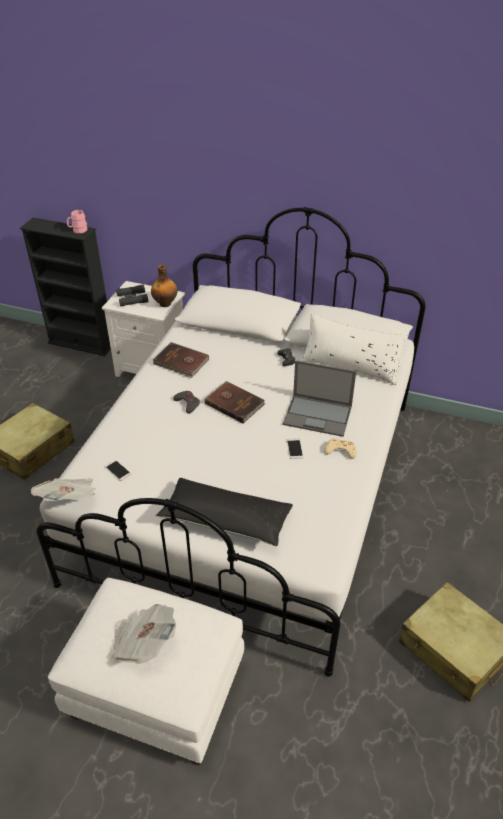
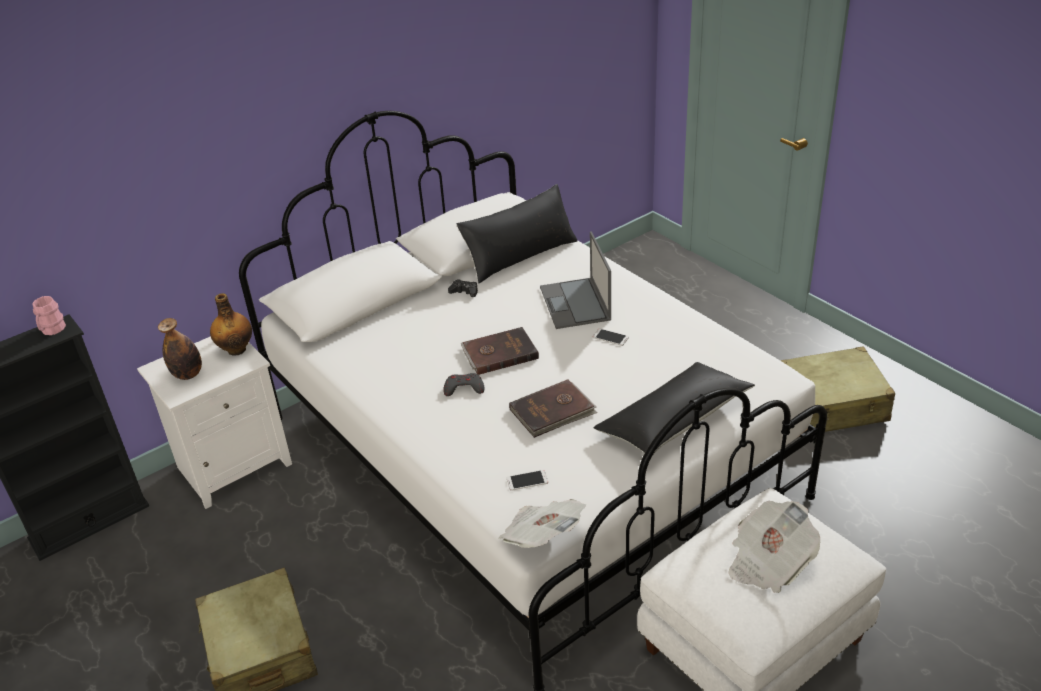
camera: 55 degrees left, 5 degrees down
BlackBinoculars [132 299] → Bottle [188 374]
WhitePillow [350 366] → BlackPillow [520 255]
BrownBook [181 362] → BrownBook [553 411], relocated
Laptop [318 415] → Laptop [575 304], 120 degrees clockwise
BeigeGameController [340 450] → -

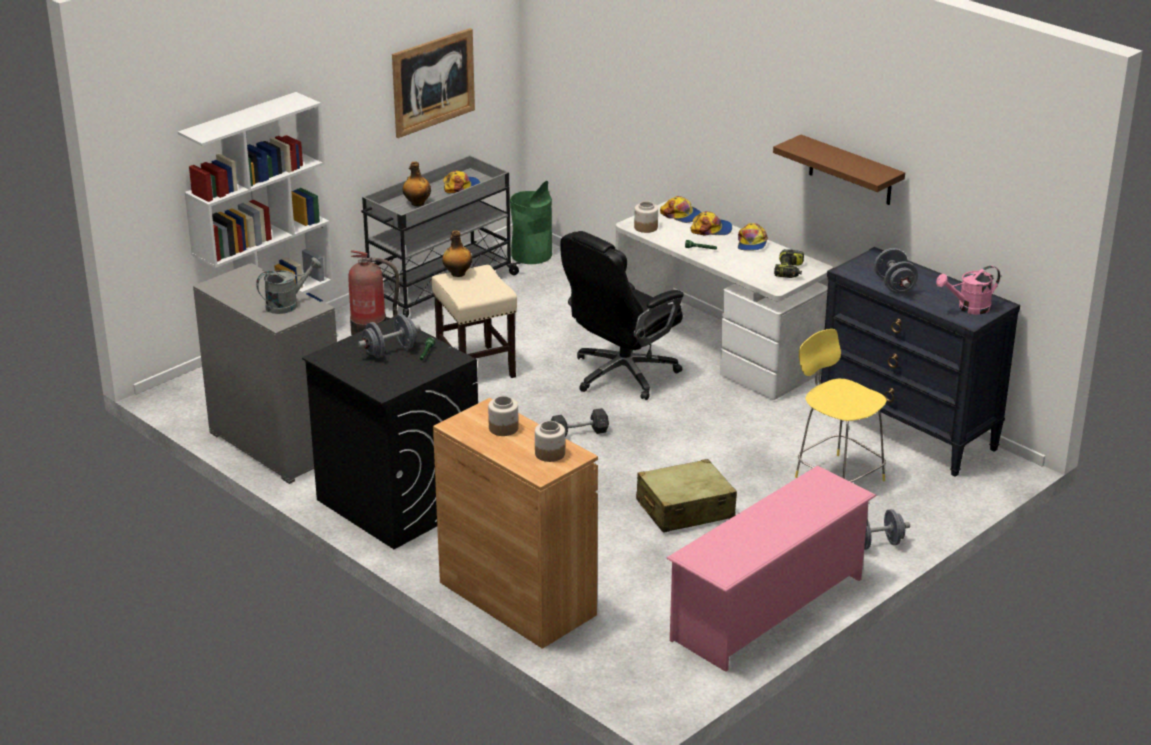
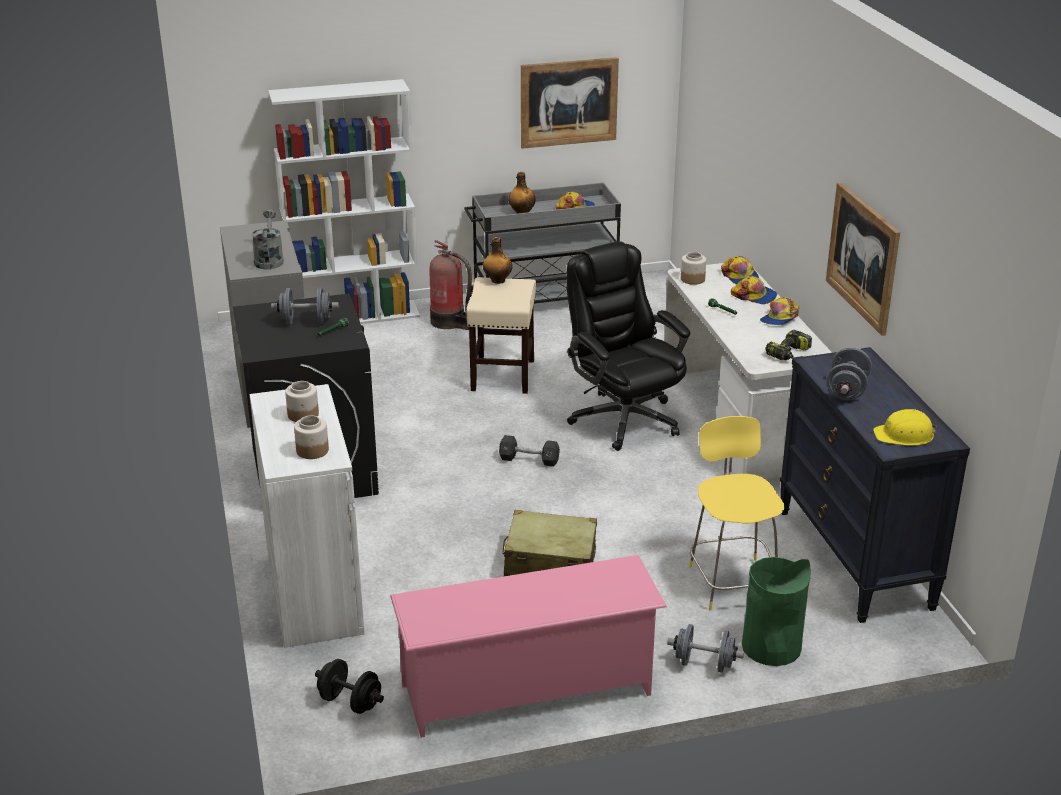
camera: 30 degrees right, 0 degrees up
BrownShelf [850 171] → Picture [863 257]
GreenTrashCan [531 255] → GreenTrashCan [771 646], relocated
BlackOfficeChair [622 374] → BlackOfficeChair [623 418], 75 degrees clockwise
GreyWateringCan [287 304] → GreyWateringCan [269 260], 90 degrees counterclockwise
PinkWateringCan [968 308] → YellowHardHat [904 435]
BrownCabinet [517 598] → WhiteCabinet [314 592]
- → BlackDumbbell [350 702]

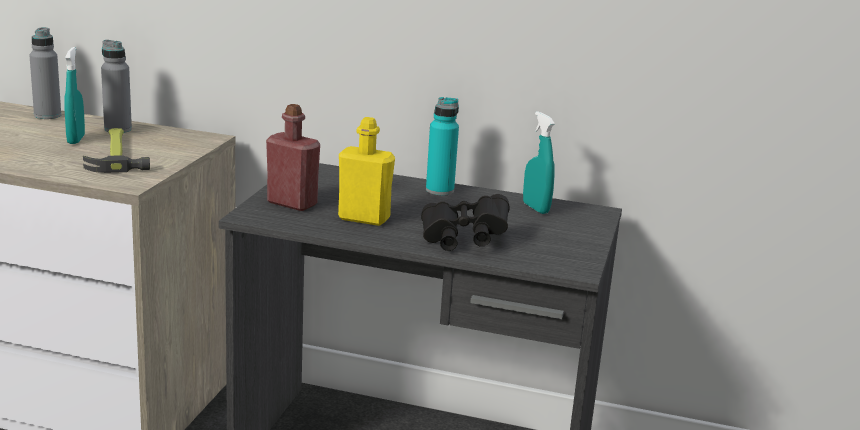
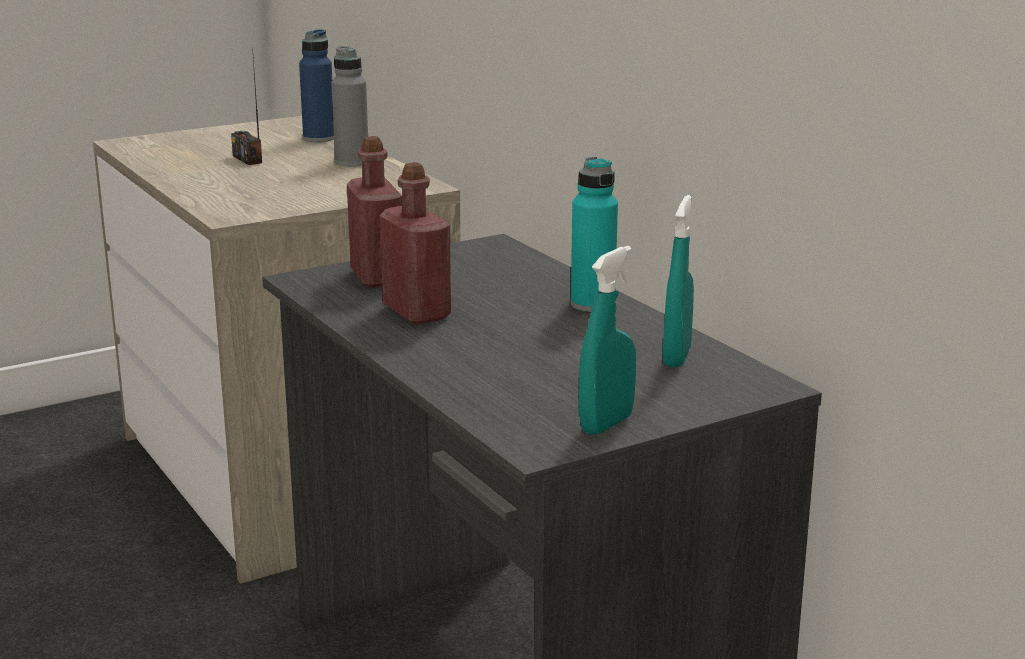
camera: 45 degrees right, 0 degrees up
GreyBottle [47 115] → BlueBottle [319 138]
TurquoiseSprayBottle [76 139] → TurquoiseSprayBottle [606 424], relocated
YellowBottle [364 218] → RedBottle [417 312]
Hammer [116 153] → -
BlackBinoculars [463 240] → -
- → Radio [247 159]

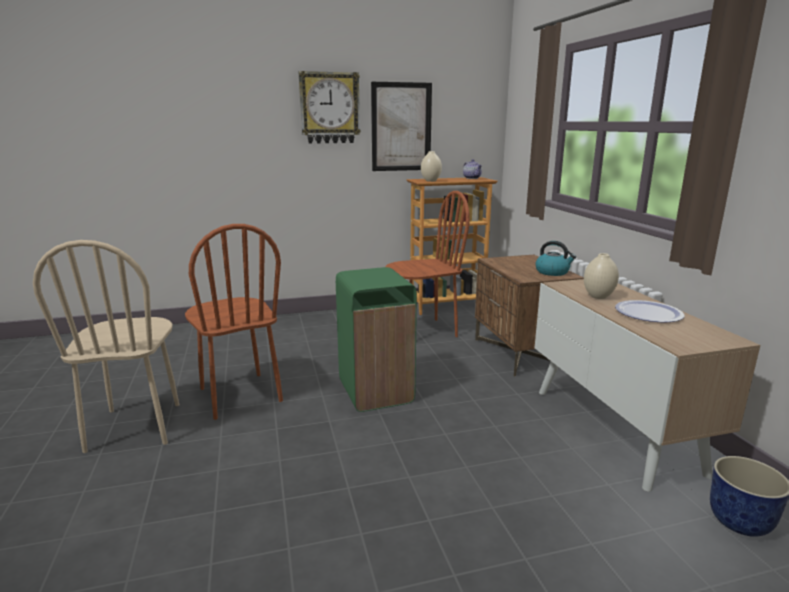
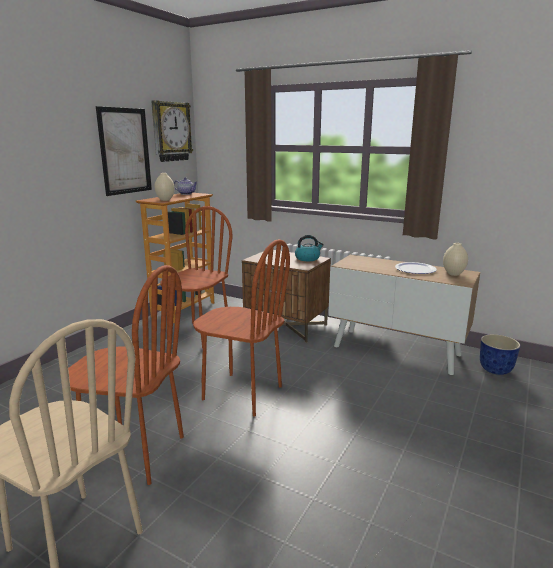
camera: 45 degrees left, 0 degrees up
WallClock [329 108] → WallClock [171 131], relocated
BeigeVase [598 297] → BeigeVase [453 274], relocated
GreenTrashCan [375 392] → BrownChair [242 393]

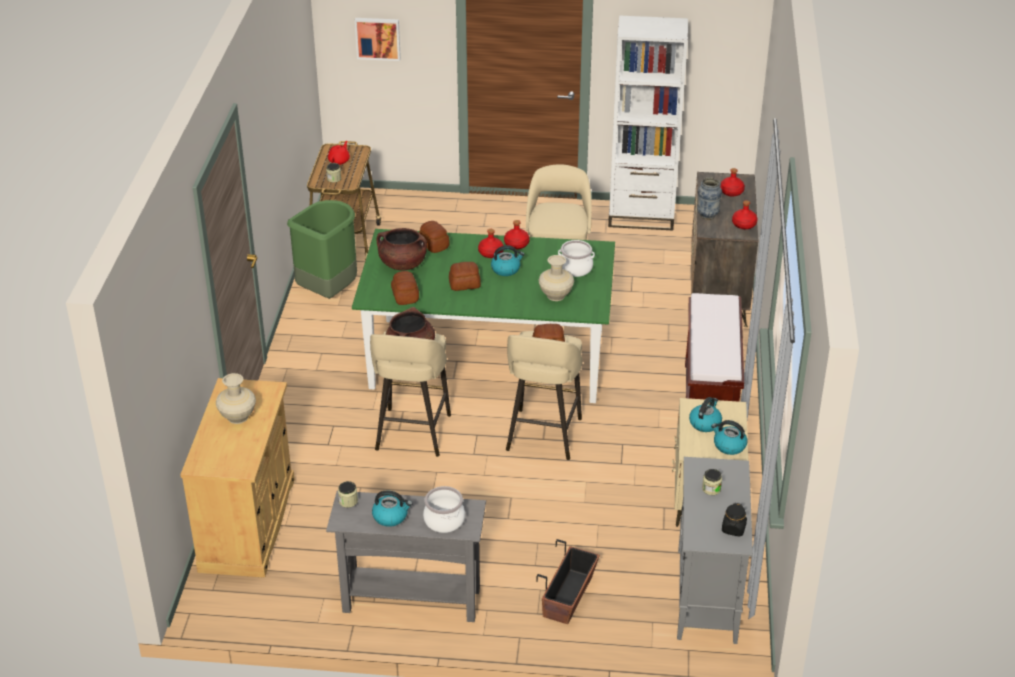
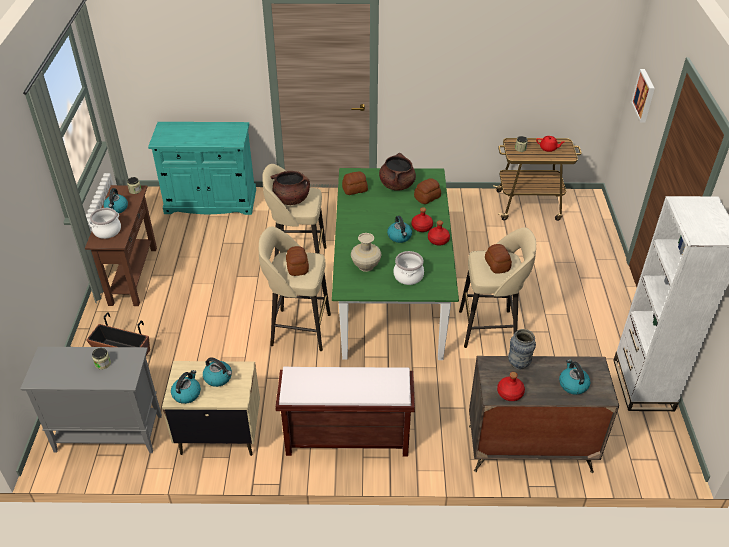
camera: 85 degrees right, 5 degrees up
RedBottle [732 192] → Kettle [572 384]
GreenTrashCan [329 291] → -
Bread [464 284] → Bread [497 264], relocated
BeigeVase [237 417] → -
BeigeCabinet [248 524] → TurquoiseCabinet [210 202]
GreyConsoleTable [411 600] → BrownConsoleTable [133 275]
BlackJar [733 529] → -

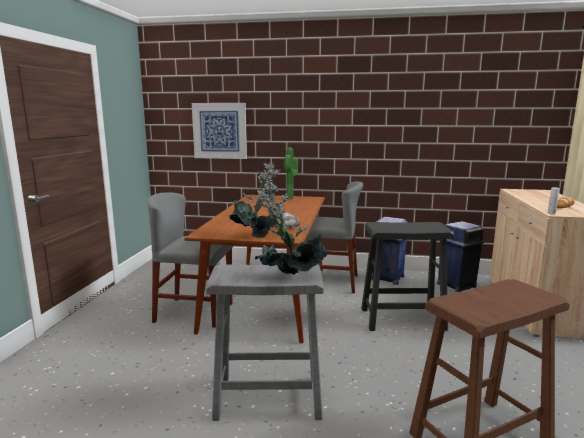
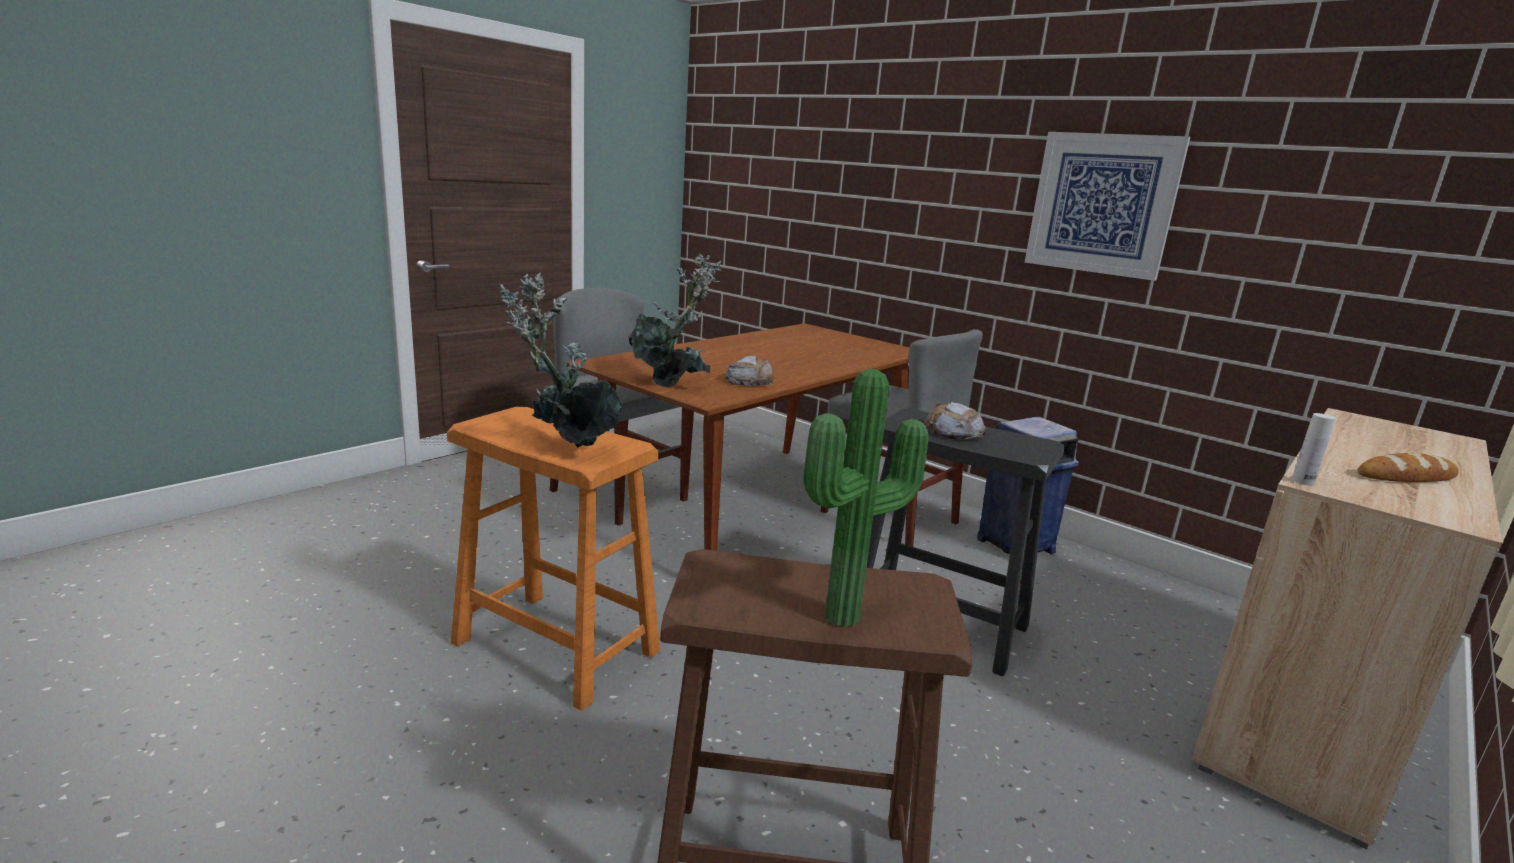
camera: 30 degrees right, 5 degrees up
Picture [219 131] → Picture [1102 204], relocated
PottedPlant [291 198] → PottedPlant [848 620], relocated
BlueTrashCan [457 285] → -
GreyStool [269 397] → OrangeStool [557 647]
- → Bread [953 430]

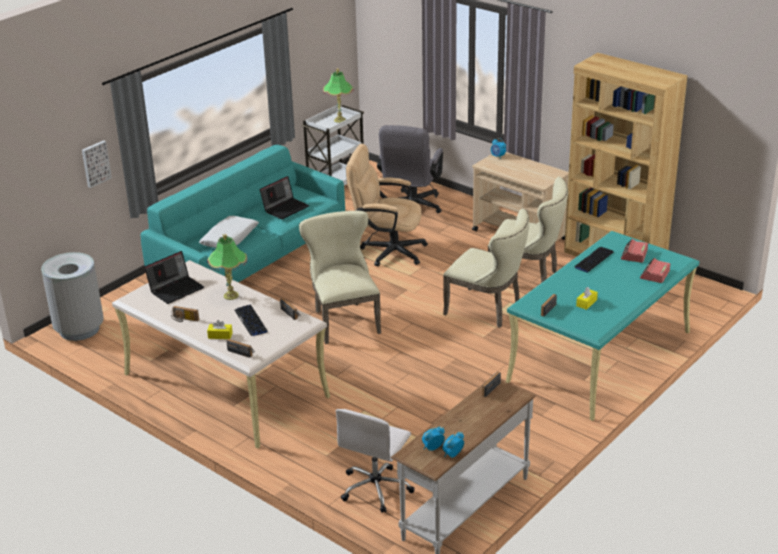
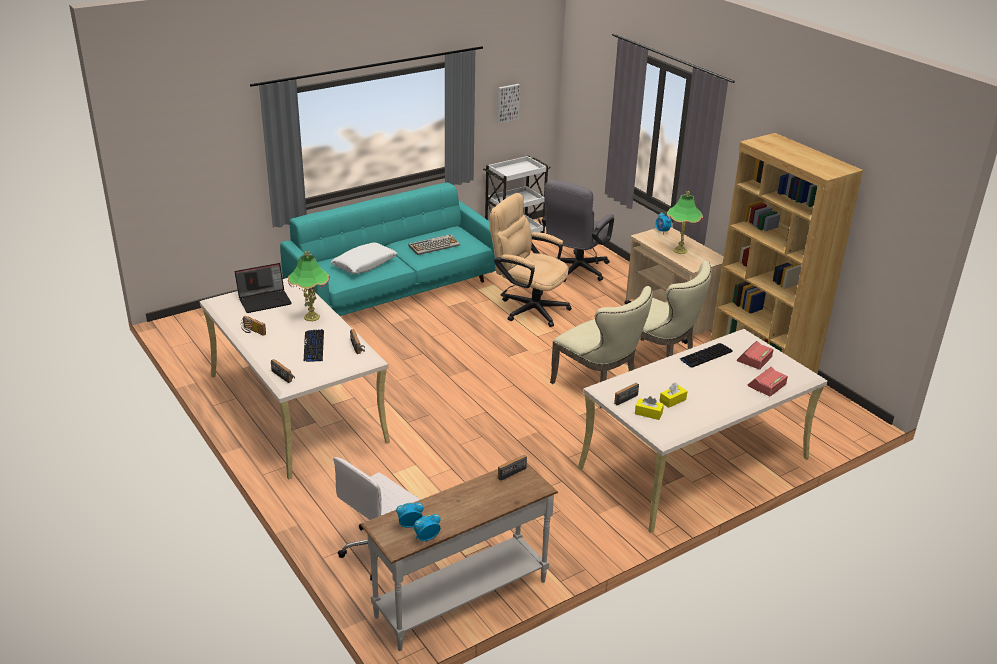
camera: 15 degrees right, 0 degrees up
TableLamp [340 120] → TableLamp [680 251], relocated
Picture [95 163] → Picture [507 103], relocated
Laptop [285 208] → Keyboard [434 245]
BeigeChair [343 319] → -
TurquoiseDesk [599 357] → BeigeDesk [693 463]
GreyTrashCan [79 329] → -
YellowTissueBox [220 335] → YellowTissueBox [648 413], relocated

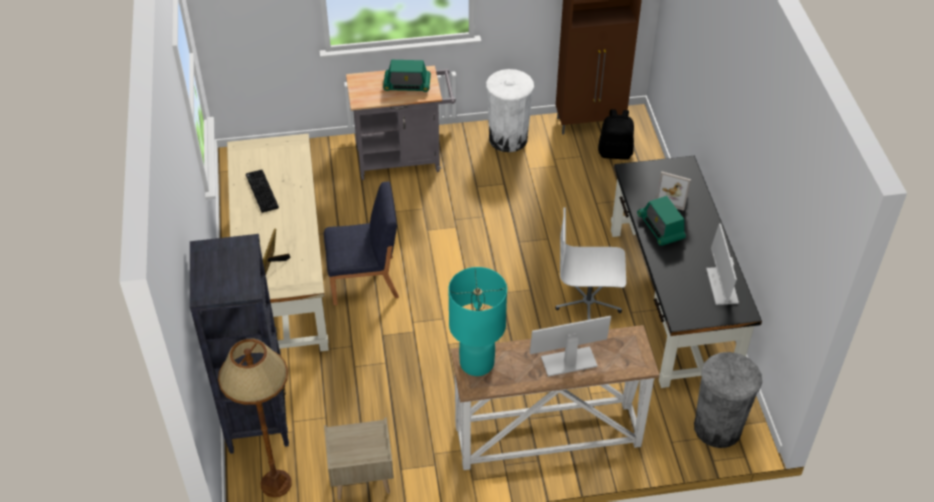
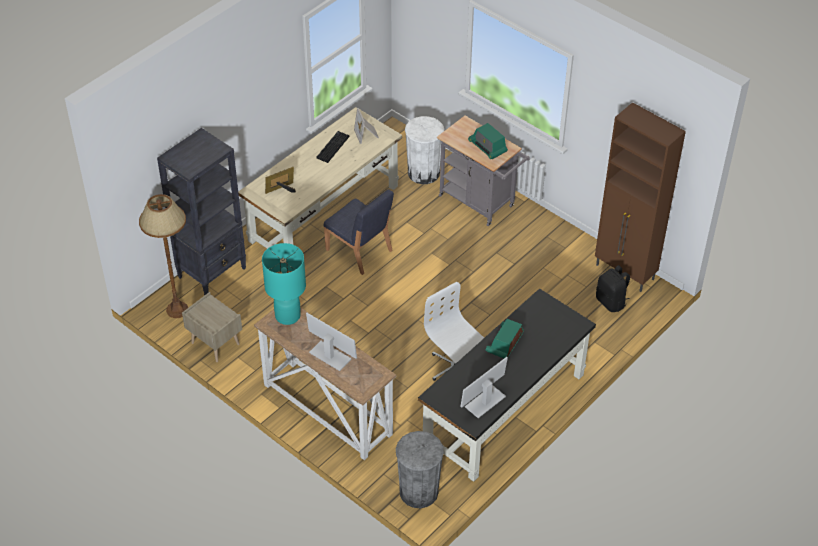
camera: 50 degrees right, 0 degrees up
WhiteTrashCan [508 139] → WhiteTrashCan [423 173], relocated
PictureFrame [673 197] → PictureFrame [367 134], relocated

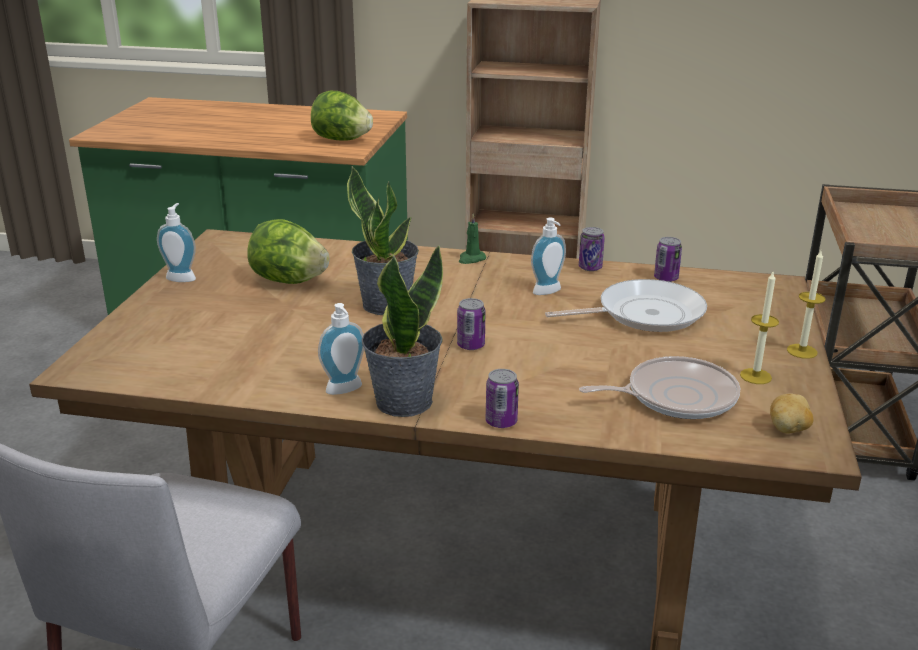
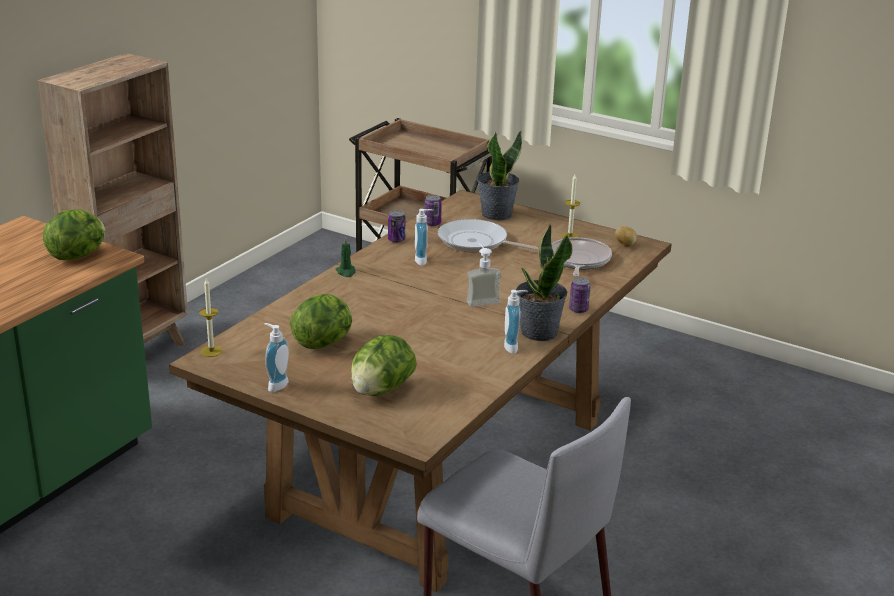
camera: 70 degrees left, 0 degrees up
PottedPlant [386 304] → PottedPlant [496 214], relocated
Candle [802 351] → Candle [211 351], relocated
FryingPan [644 314] → FryingPan [476 242], 75 degrees counterclockwise
Can [471 345] → SoapDispenser [481 299]
- → Lettuce [381 390]

